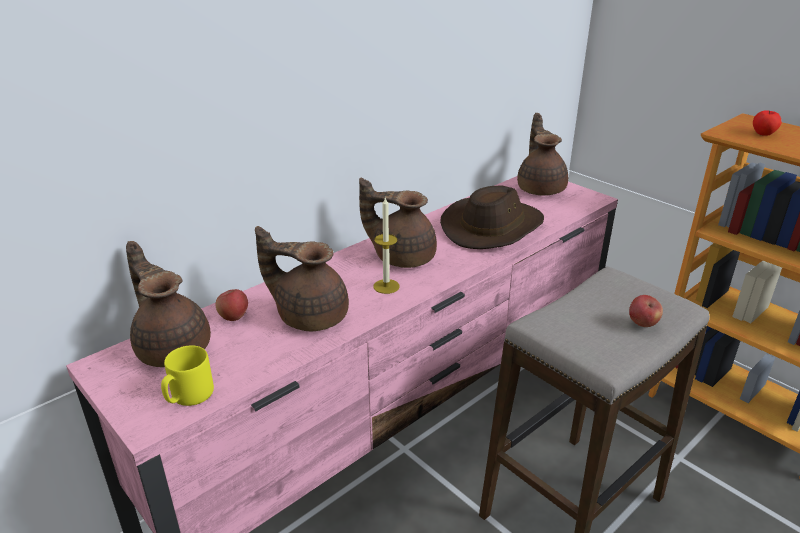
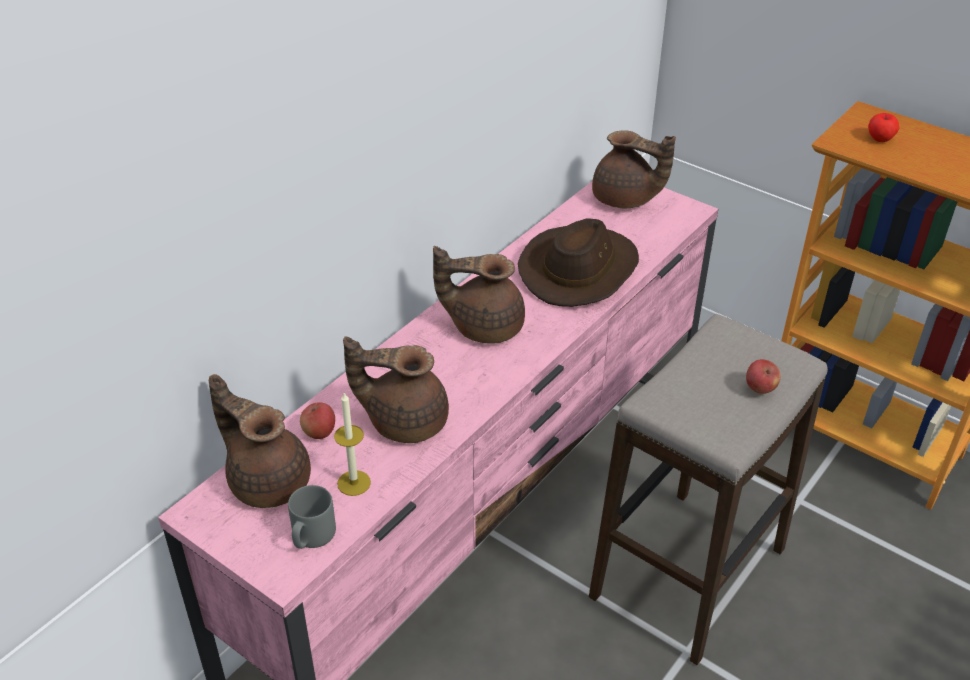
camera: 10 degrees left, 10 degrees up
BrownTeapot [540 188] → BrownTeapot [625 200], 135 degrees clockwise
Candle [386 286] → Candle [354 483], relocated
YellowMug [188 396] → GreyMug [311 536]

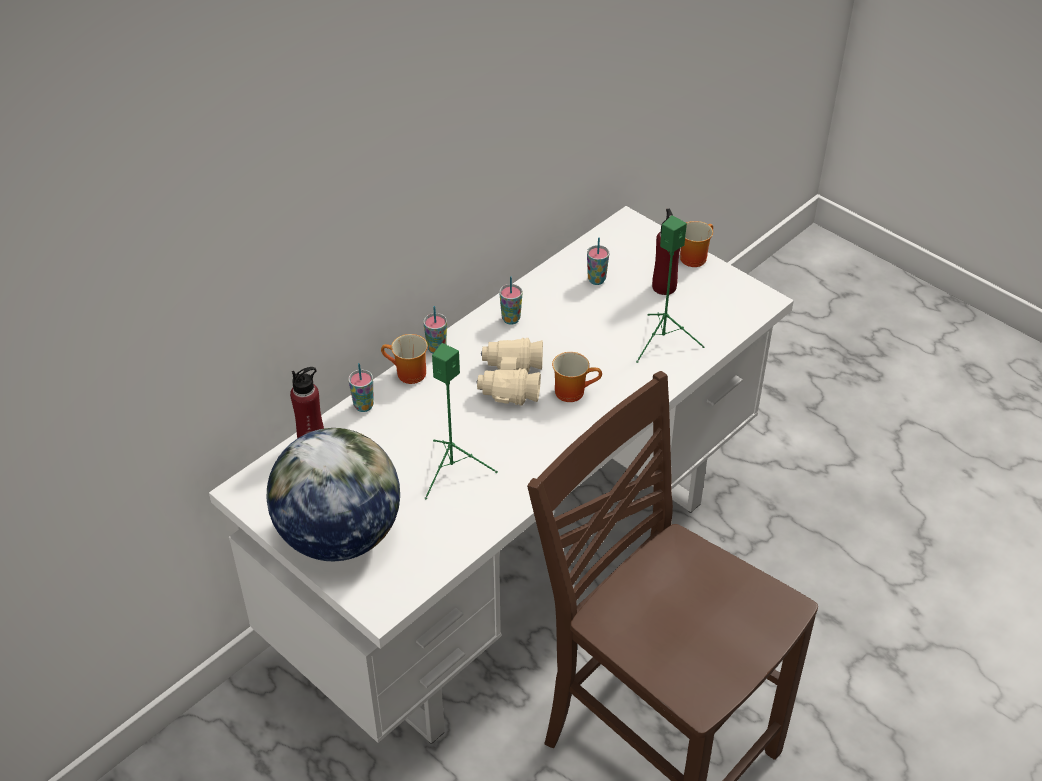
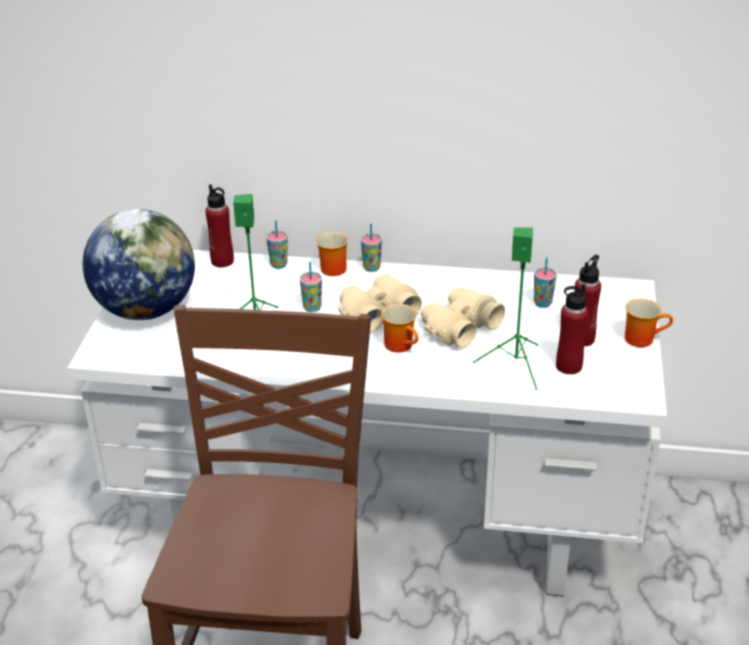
camera: 55 degrees right, 10 degrees down
Cup [511 319] → Cup [312 308], relocated
- → RedBottle [568 366]
- → BeigeBinoculars [459 327]

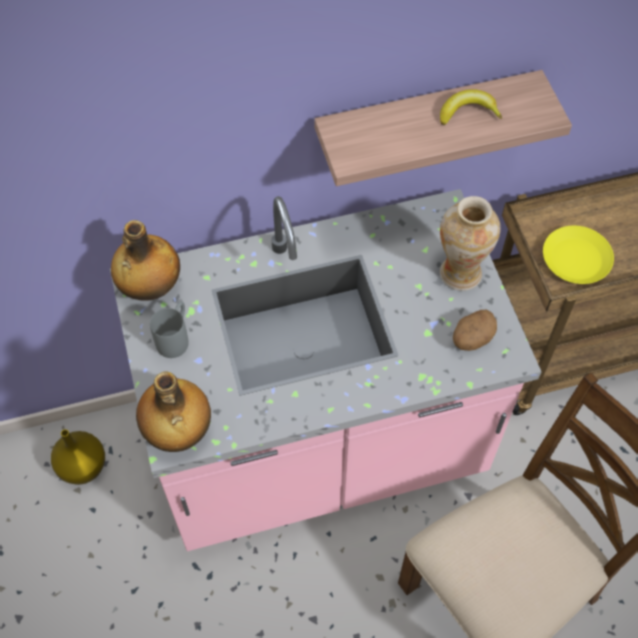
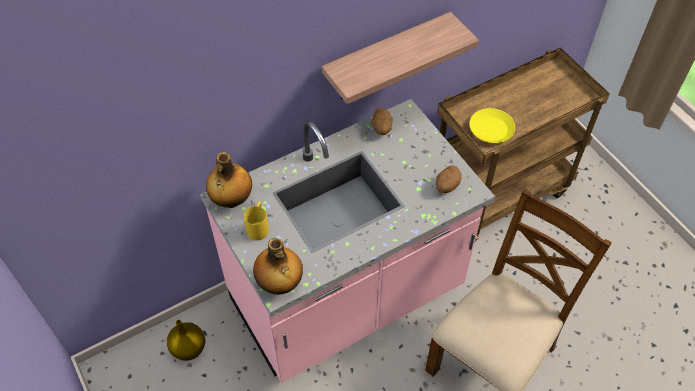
camera: 15 degrees left, 5 degrees down
Banana [467 112] → -
Vase [460 273] → -
GreyMug [176 337] → YellowMug [258 227]
- → Potato [381 128]

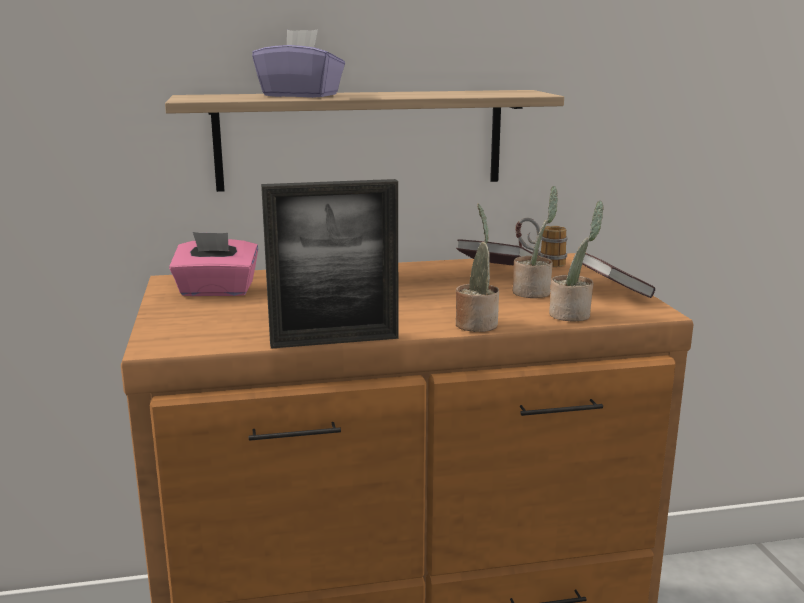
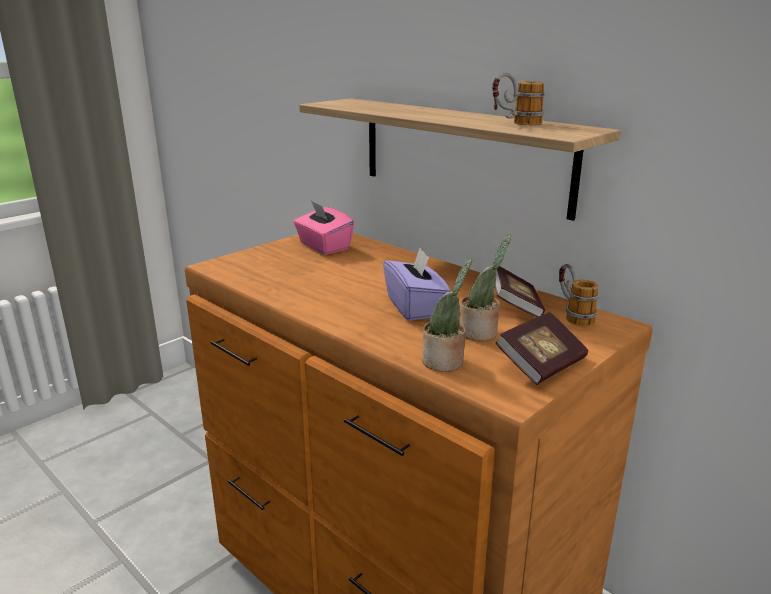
camera: 55 degrees right, 5 degrees up
PurpleTissueBox [301 95] → PurpleTissueBox [415 307], relocated
PictureFrame [334 341] → -
PottedPlant [476 323] → -
- → Mug [515 124]

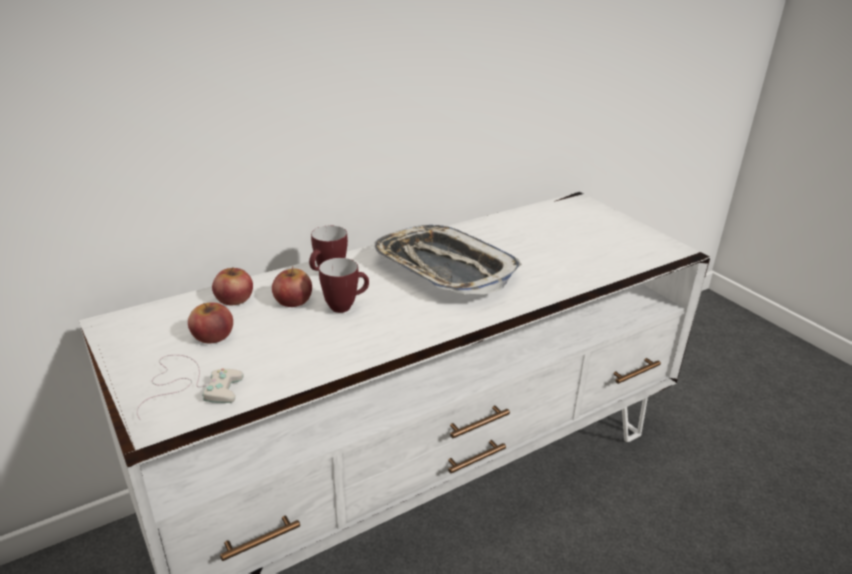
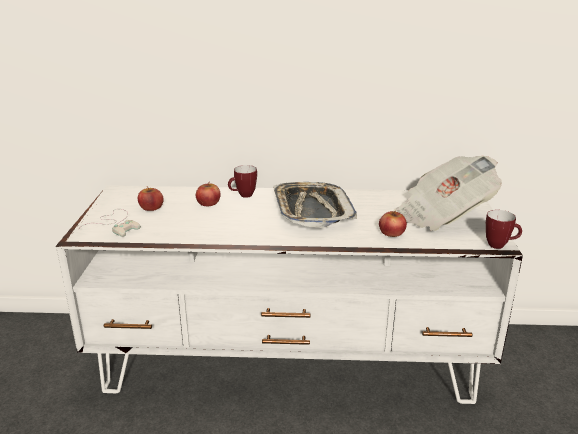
camera: 35 degrees right, 5 degrees down
Mug [345 306] → Mug [500 245], relocated
Apple [234 298] → Apple [392 233], relocated
- → Newspaper [441 216]

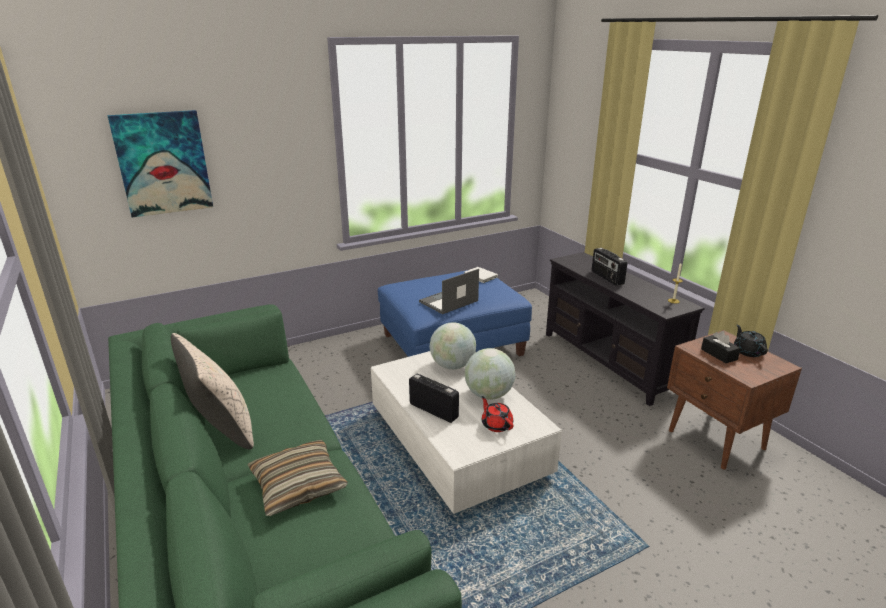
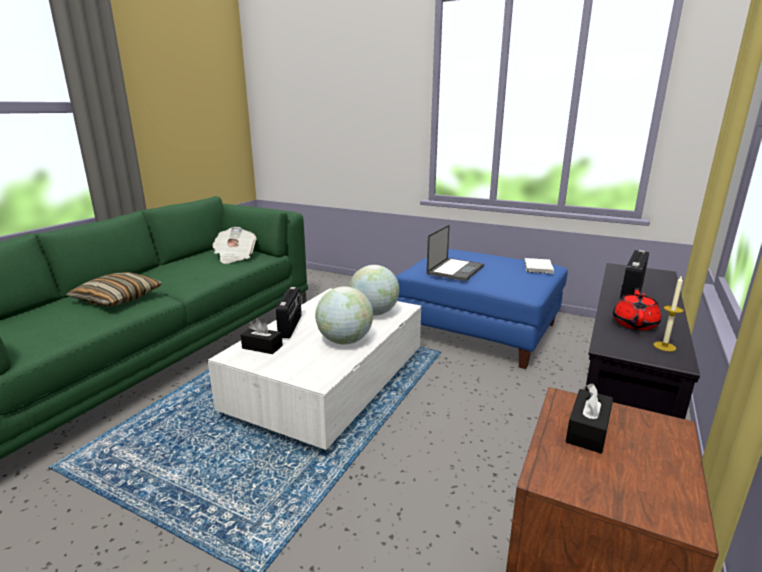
camera: 55 degrees right, 5 degrees down
Picture [163 163] → -
Laptop [448 301] → Laptop [455 269], 105 degrees clockwise
BlackTeapot [748 351] → -
BeigePillow [222 429] → -
RedTeapot [496 424] → RedTeapot [634 324], relocated
- → Newspaper [235 257]
- → BlackTissueBox [262 347]

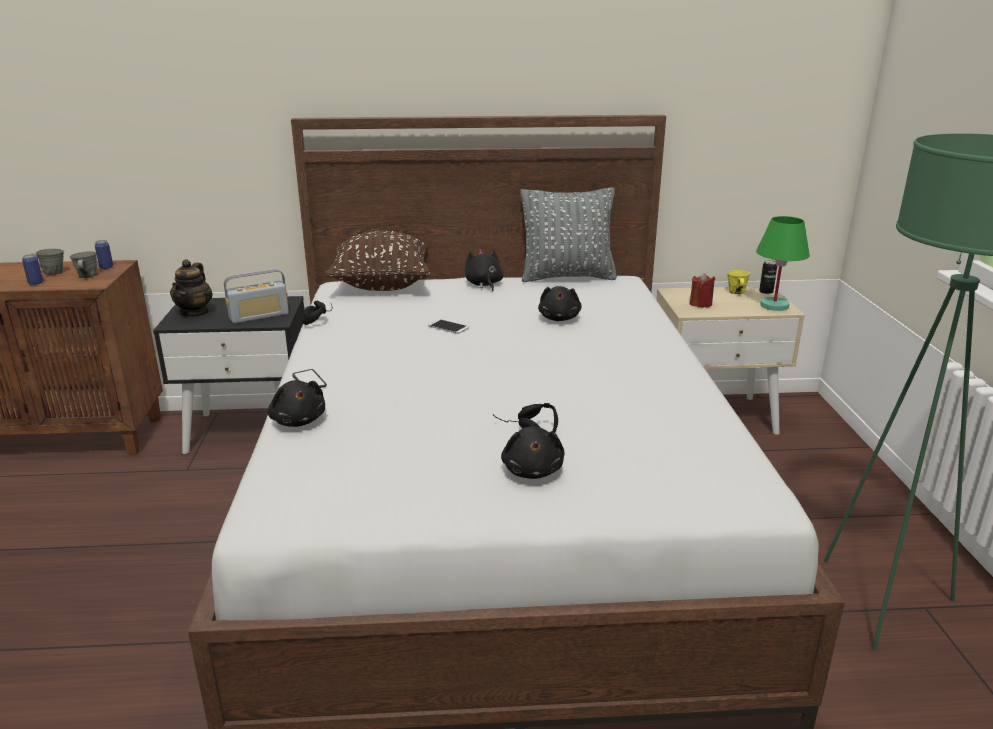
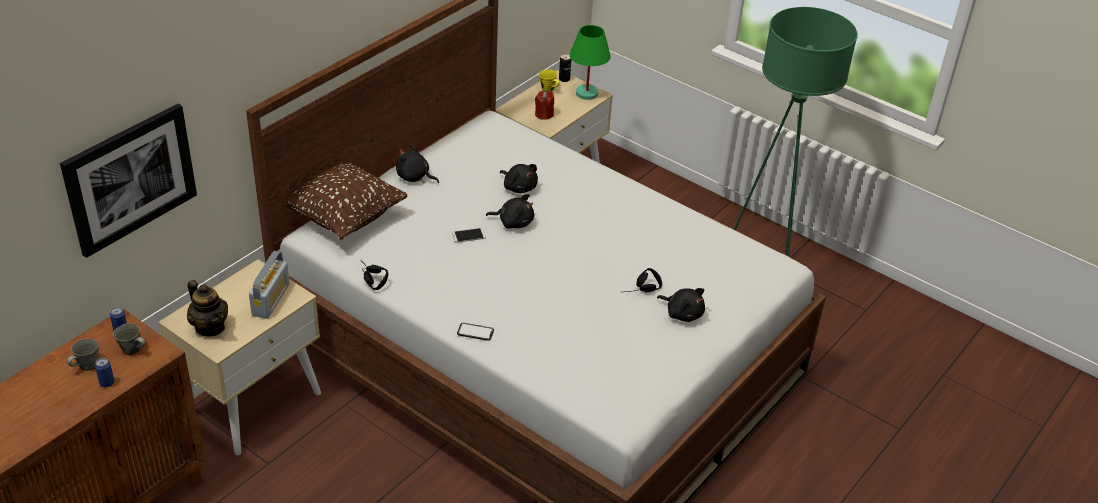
camera: 50 degrees left, 15 degrees up
GreyPillow [567 277] → -
BlackNightstand [250 430] → BeigeNightstand [253 402]
BlackPlushToy [298 420] → BlackPlushToy [513 222], relocated
- → Picture [130 178]

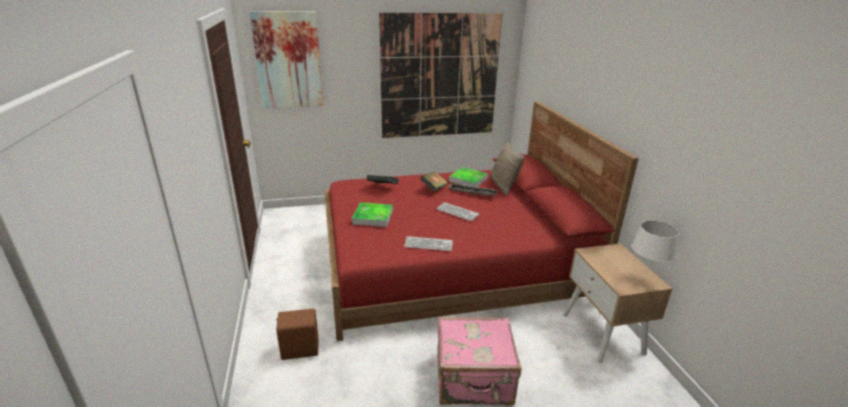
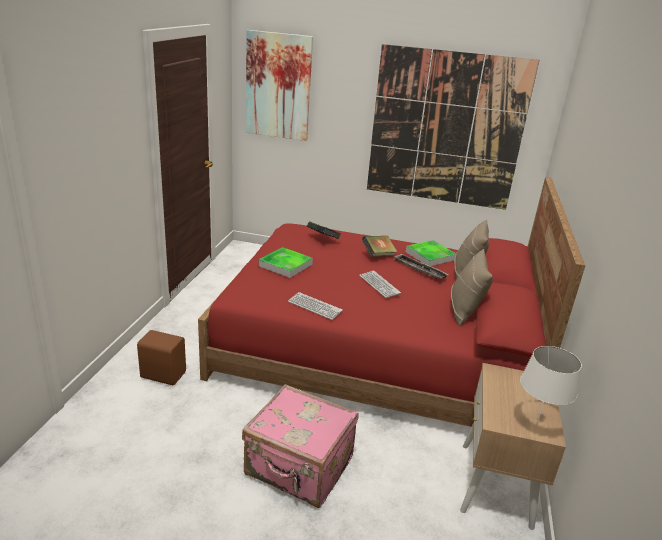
camera: 25 degrees right, 0 degrees up
- → BeigePillow [464 311]

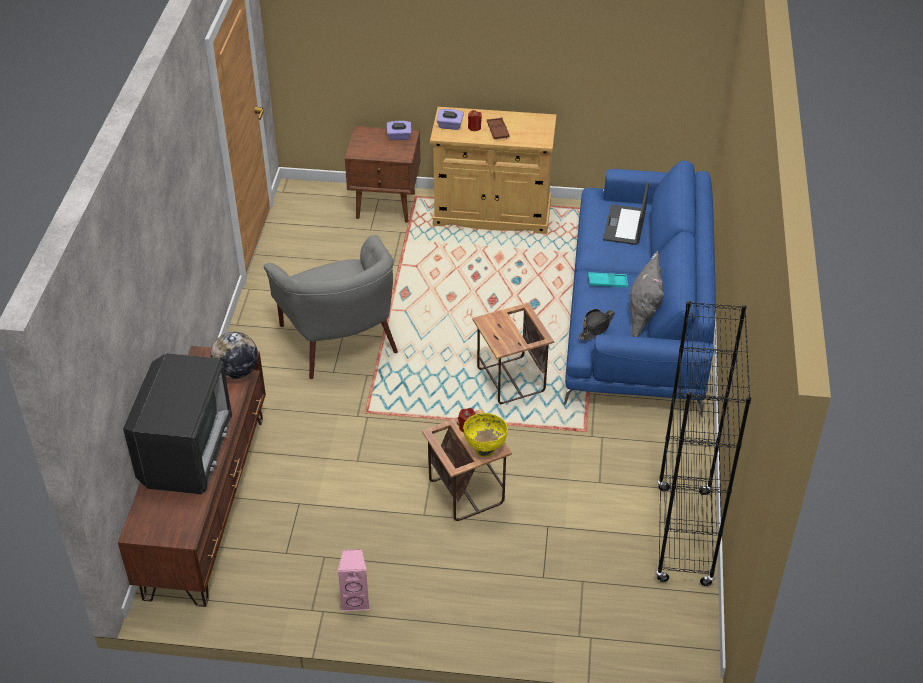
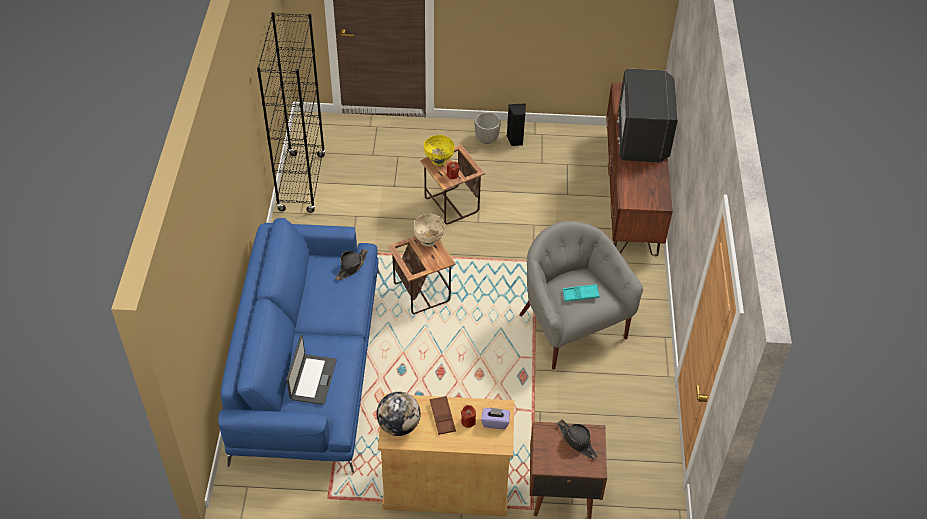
camera: 175 degrees right, 5 degrees up
PurpleTissueBox [399 137] → -
GreyPillow [643 318] → -
TurquoiseTray [607 282] → TurquoiseTray [580 295], relocated
Globe [237 372] → Globe [399 425], relocated
PinkSpeaker [356 600] → BlackSpeaker [515 140]
- → Planter [486 139]
- → BeigeBowl [429 241]
- → BlackHat [577 441]

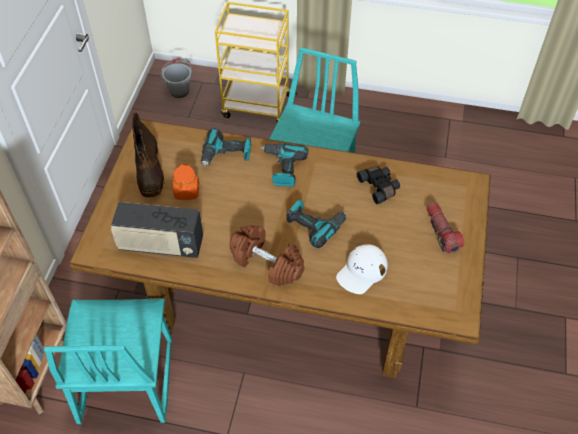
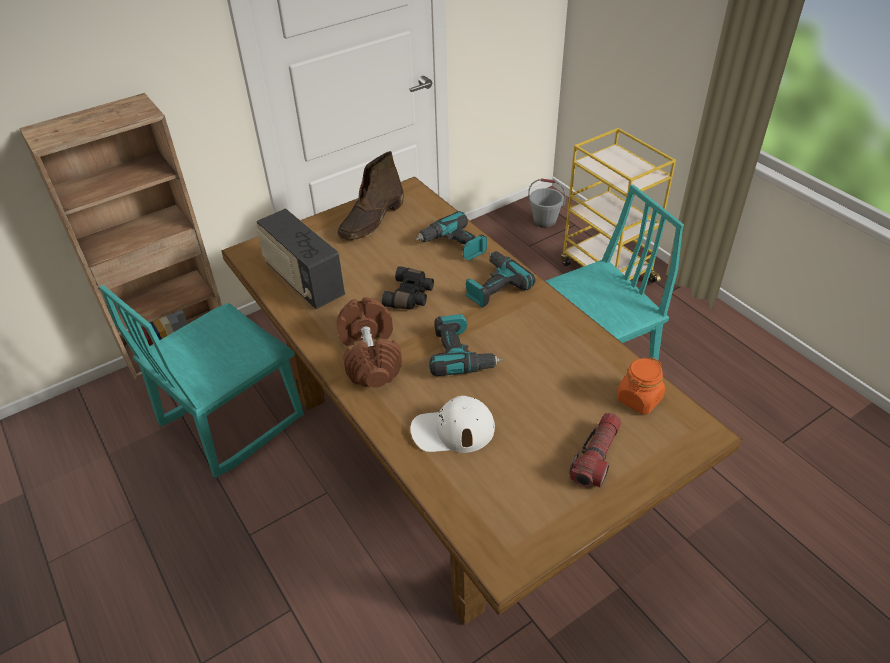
camera: 45 degrees right, 10 degrees down
OrangeJar [187 191] → OrangeJar [639 399], relocated
BlackBinoculars [379 187] → BlackBinoculars [410 296], relocated

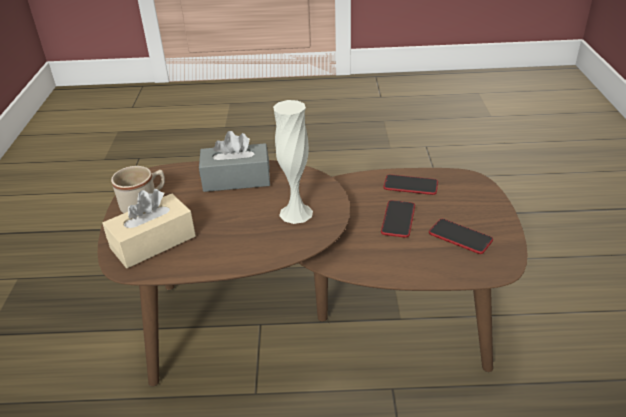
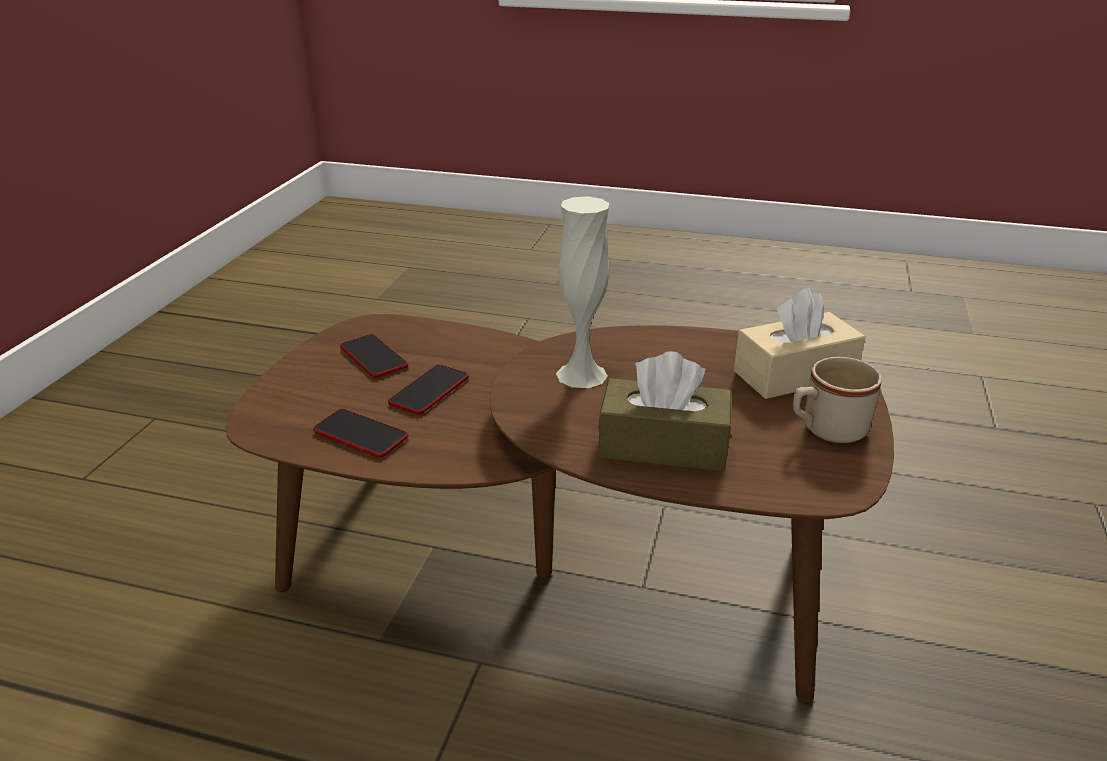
camera: 165 degrees left, 5 degrees down
GreyTissueBox [236 179] → BrownTissueBox [663 446]

